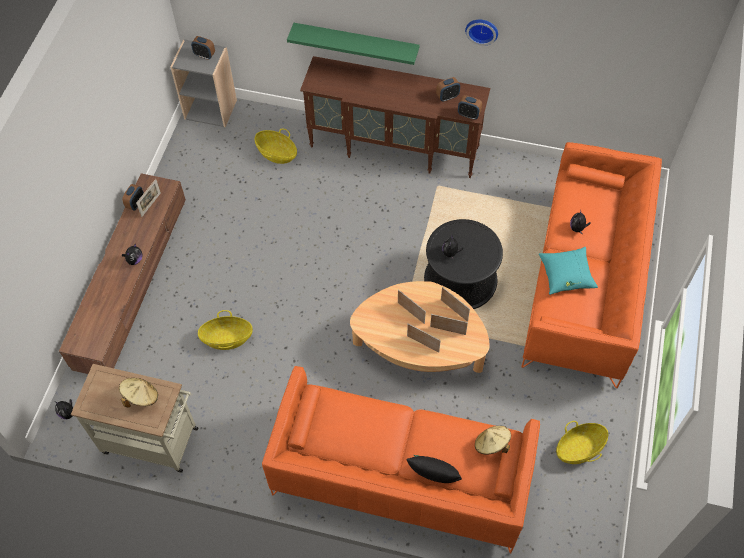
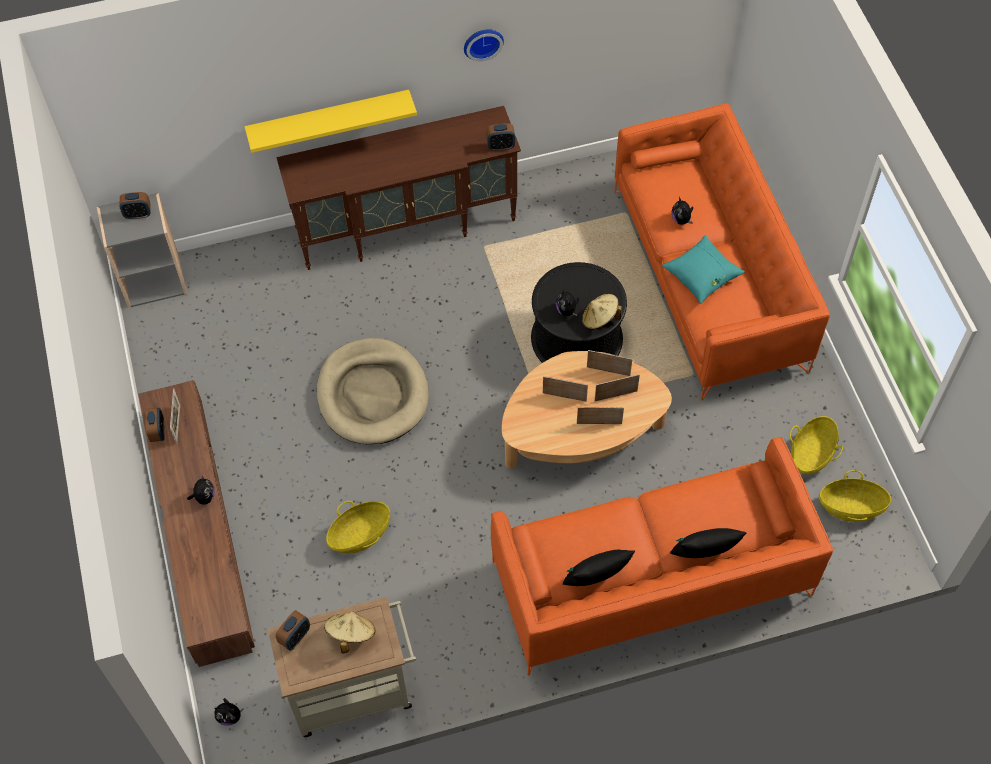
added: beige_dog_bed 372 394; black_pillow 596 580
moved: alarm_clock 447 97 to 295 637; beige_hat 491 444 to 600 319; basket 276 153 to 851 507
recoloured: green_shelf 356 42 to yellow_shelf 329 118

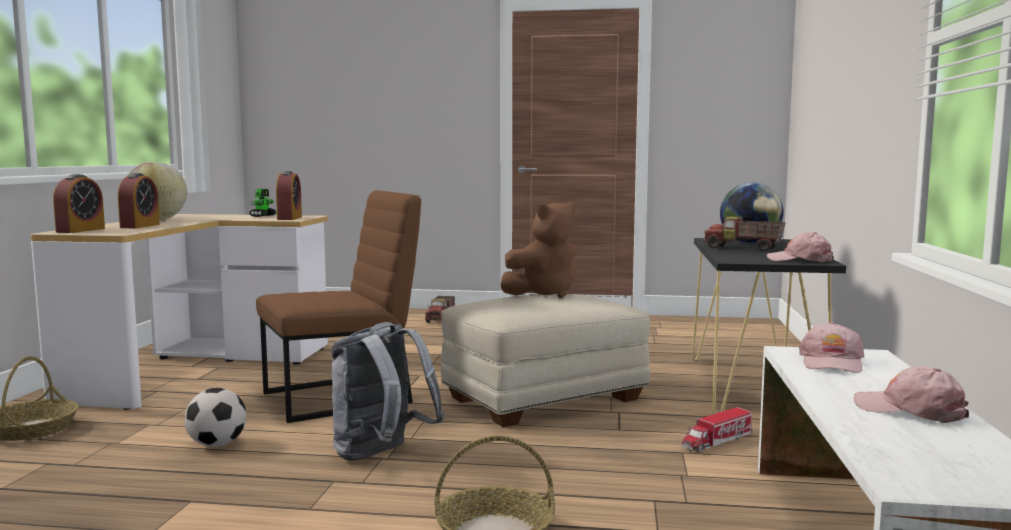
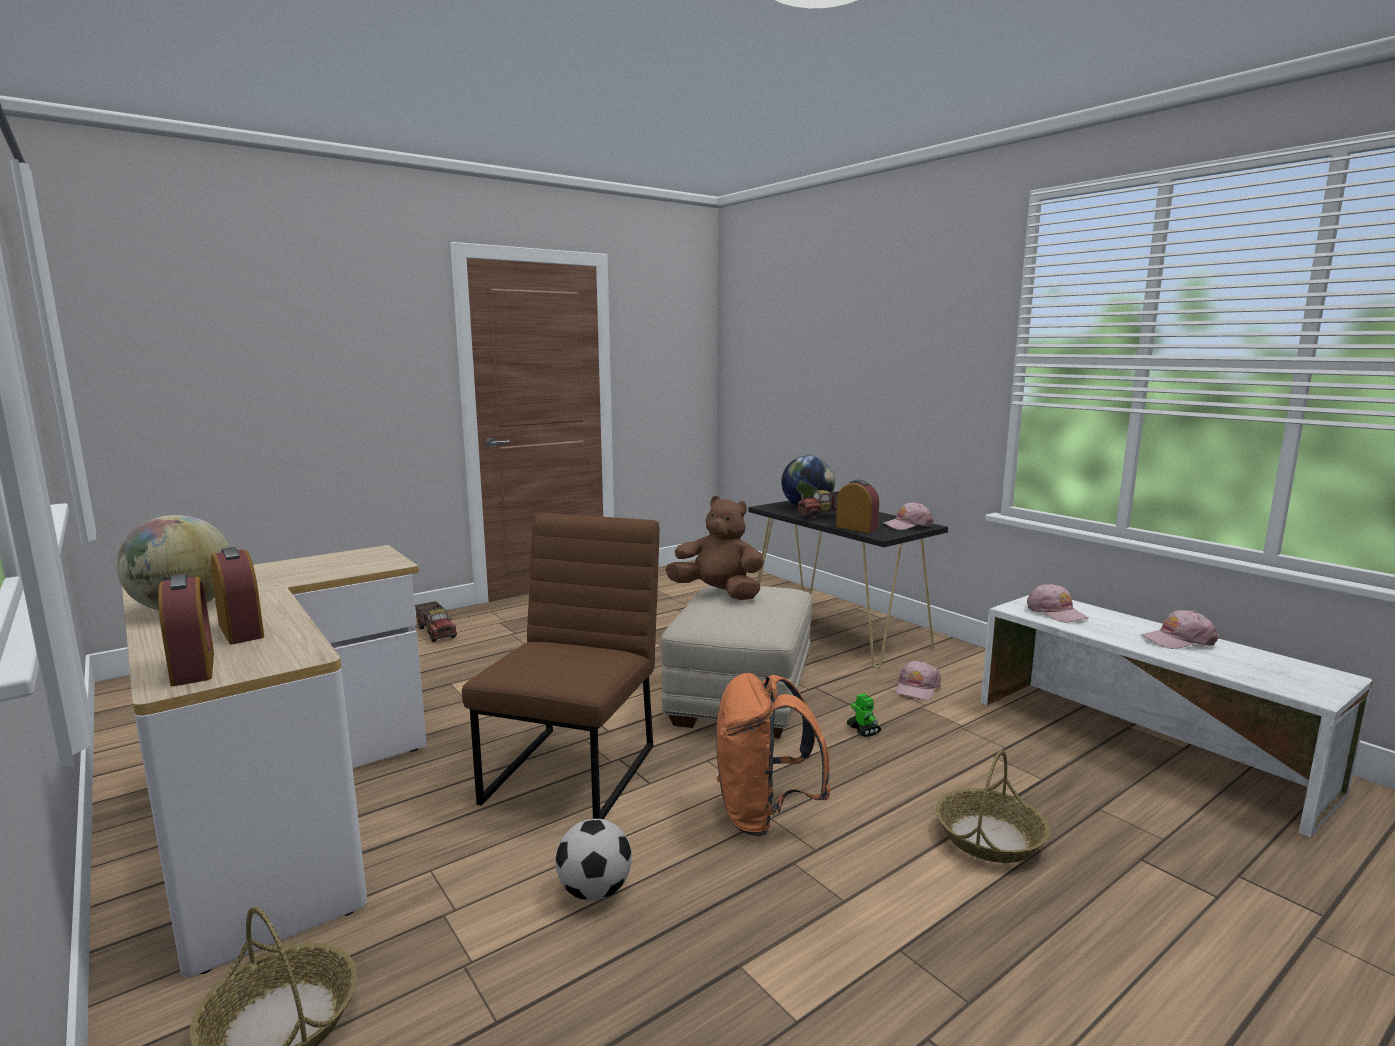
moved: alarm_clock 289 218 to 856 528; toy_robot 263 216 to 863 730
replaced: toy_truck 717 441 to pink_cap 917 688
recoloured: grey_backpack 381 455 to orange_backpack 764 815
turned: brown_plush_toy 543 294 = 718 593 75 degrees counterclockwise

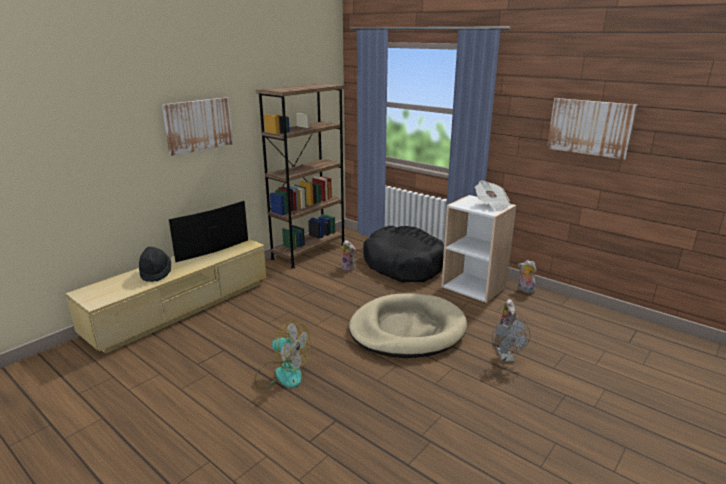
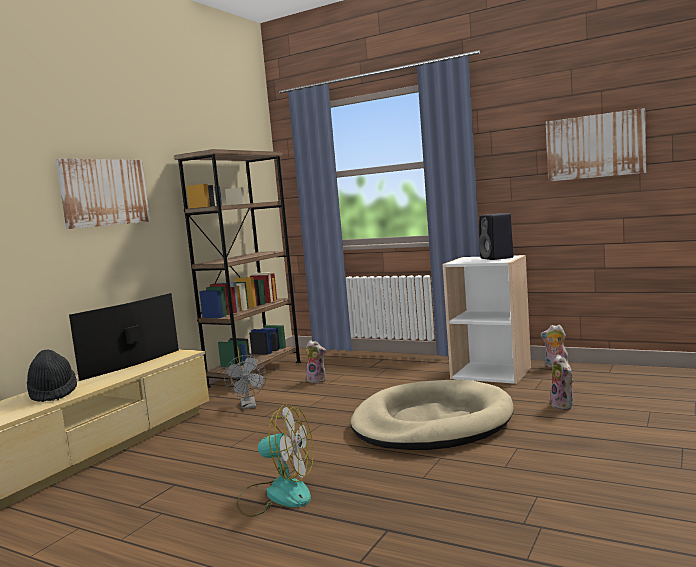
removed: black_dog_bed 403 264
moved: grey_fan 506 358 to 249 406
replaced: newspaper 492 205 to black_speaker 497 258

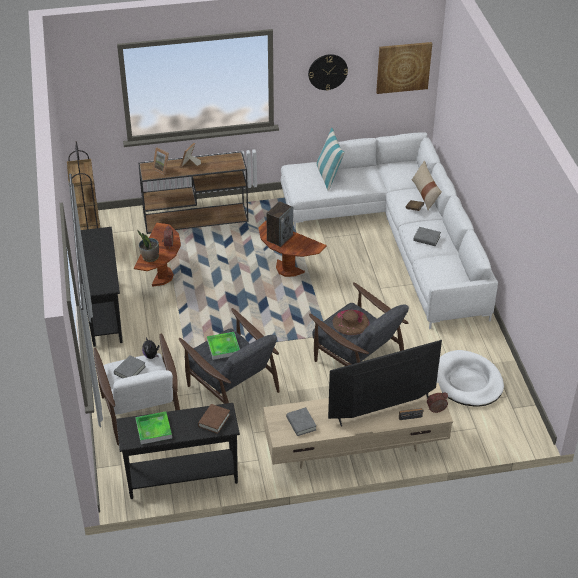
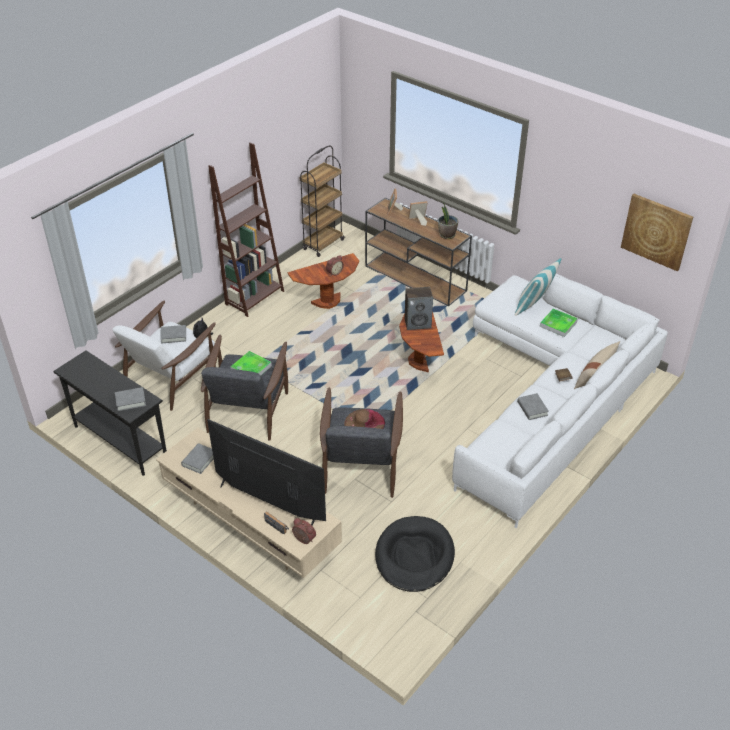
removed: wall_clock 327 72
moved: potted_plant 150 257 to 447 235; tray 153 429 to 558 324
replaced: black_console_table 103 312 to brown_bookcase 254 297
recoloured: brown_book 214 420 to grey_book 130 401; white_dog_bed 467 381 to black_dog_bed 414 556

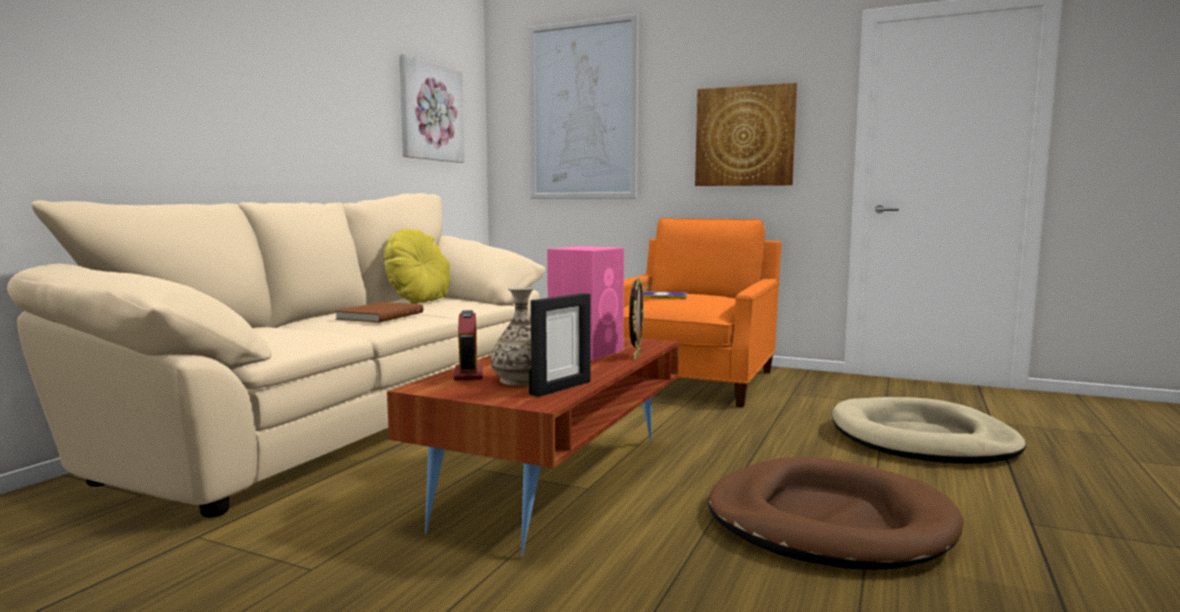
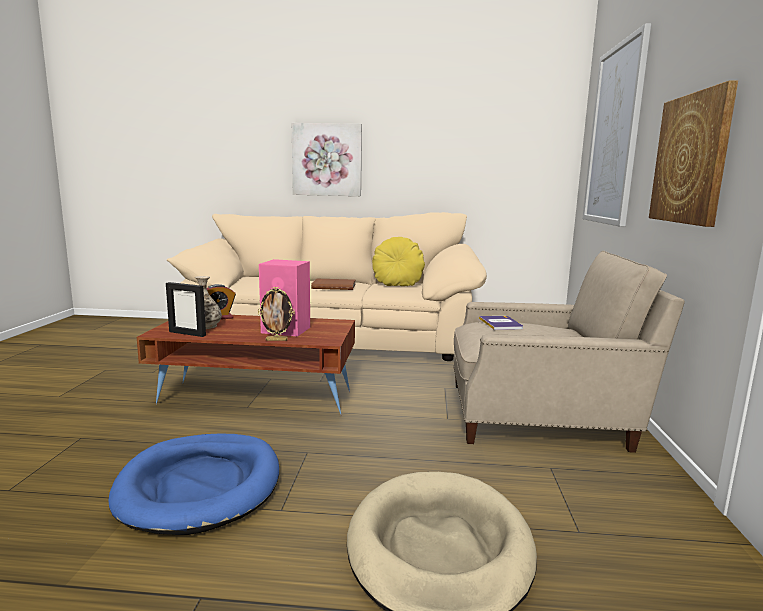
moved: picture 430 112 to 327 160
recoloured: brown_dog_bed 828 522 to blue_dog_bed 200 486; orange_armchair 691 379 to beige_armchair 540 415

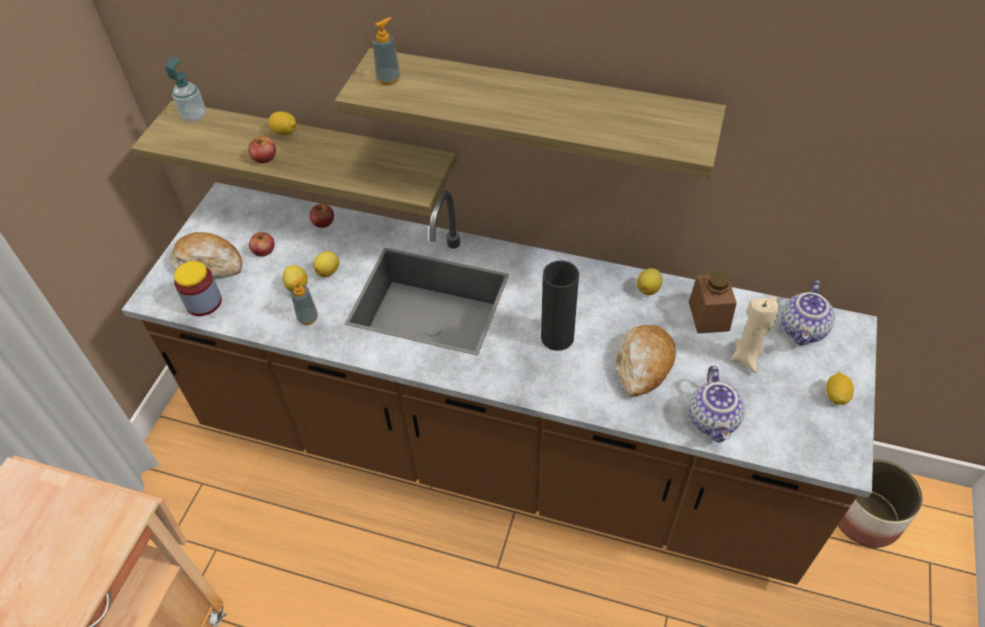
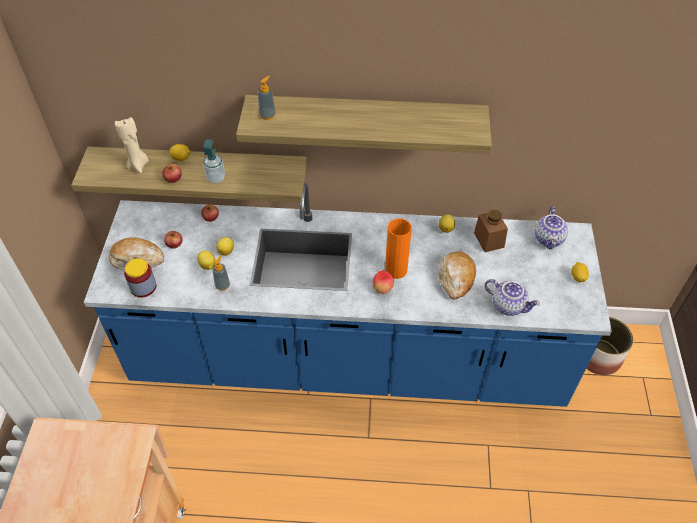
added: apple 382 289
moved: beige_candle 747 357 to 138 165; soap_dispenser 194 116 to 216 178
recoloured: brown_counter 498 451 to blue_counter 348 359; black_vase 557 337 to orange_vase 396 270
turned: teapot 714 420 = 508 305 45 degrees counterclockwise

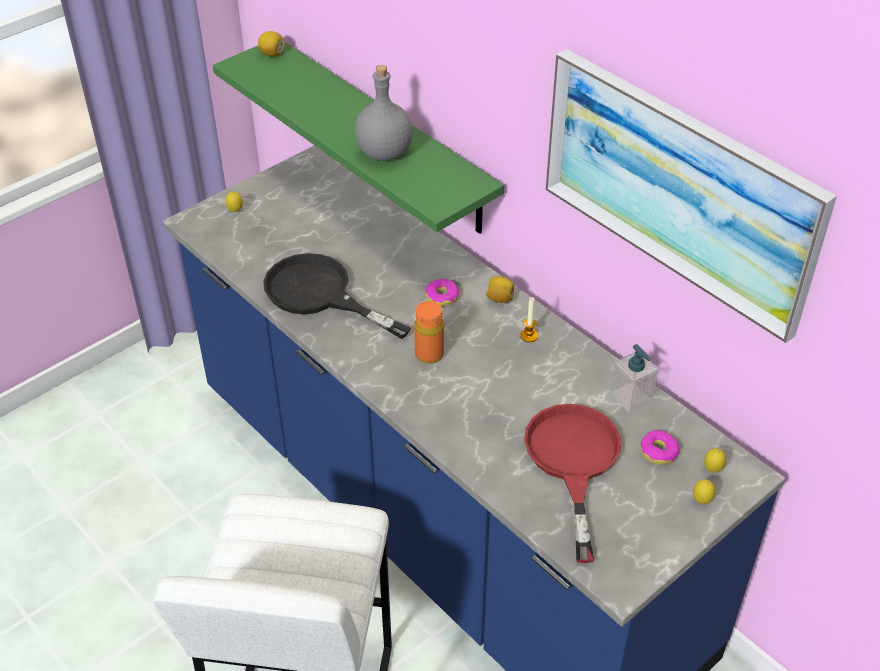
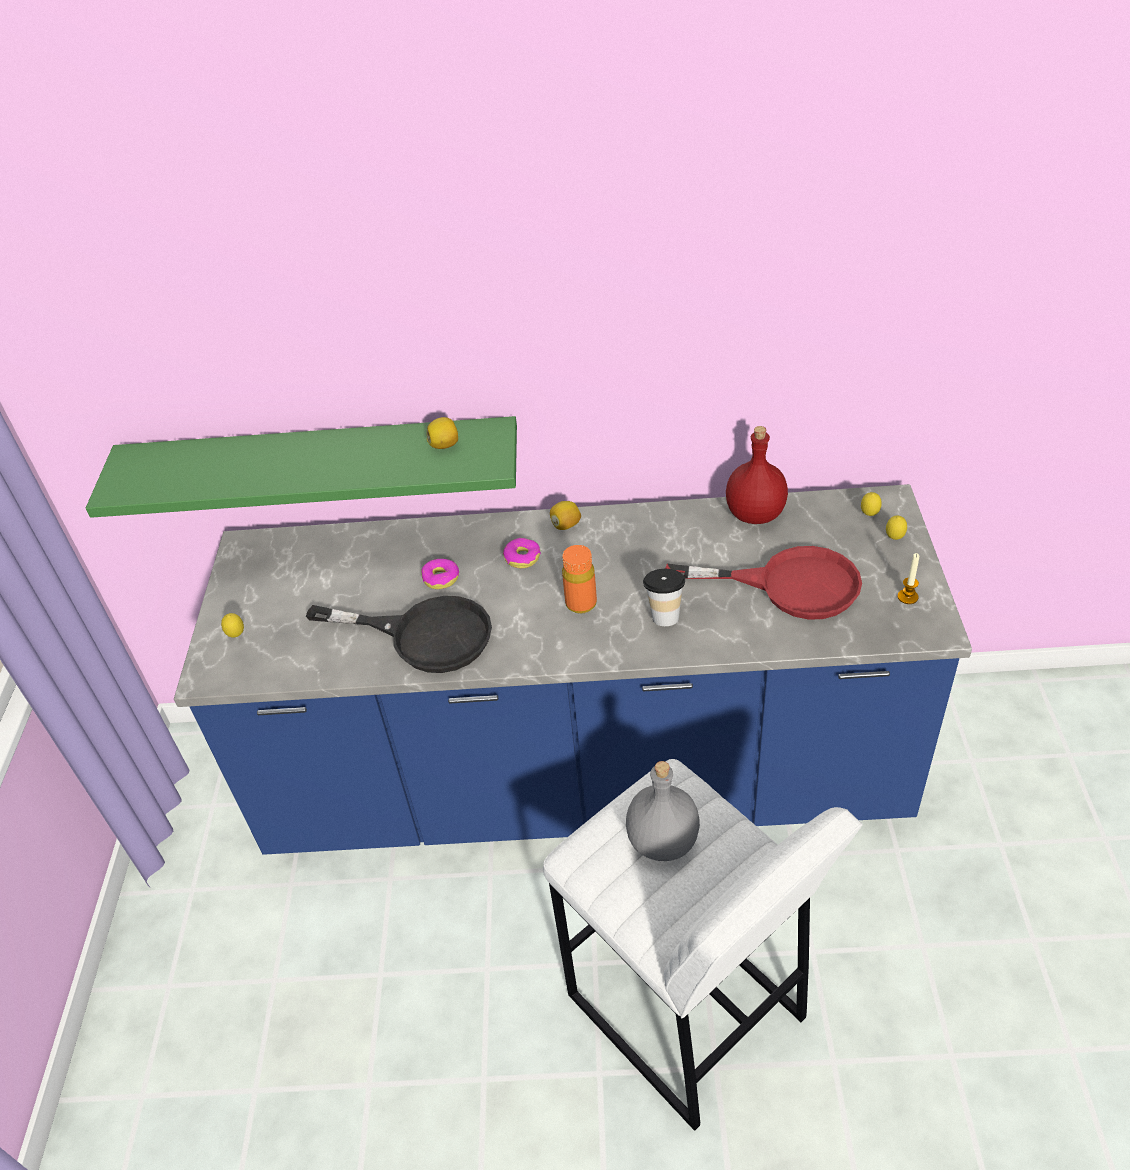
removed: picture 678 189
added: cup 664 614
moved: donut 658 452 to 441 578; lemon 272 54 to 445 445; grey_bottle 384 153 to 664 842; candle 529 336 to 907 597
replaced: soap_dispenser 631 397 to red_bottle 754 514
turned: black_frying_pan 320 295 = 424 635 150 degrees counterclockwise; red_frying_pan 573 462 = 789 585 150 degrees clockwise

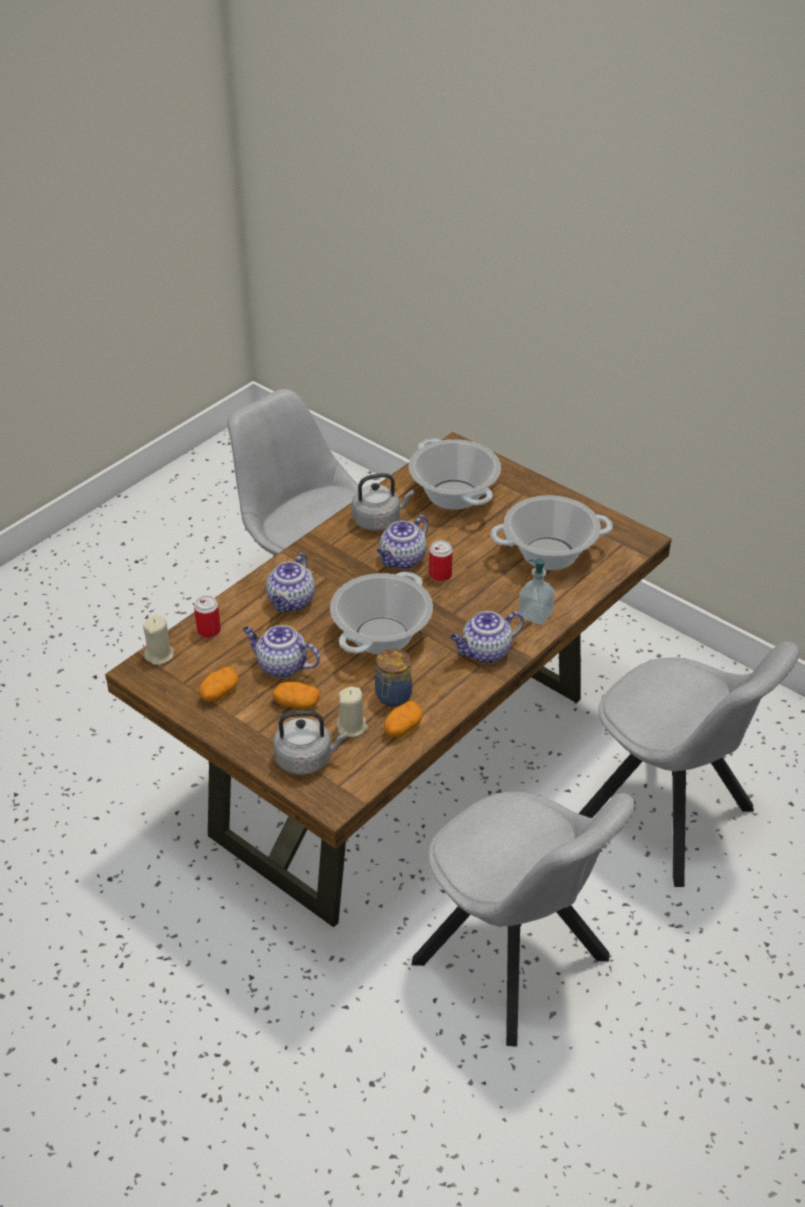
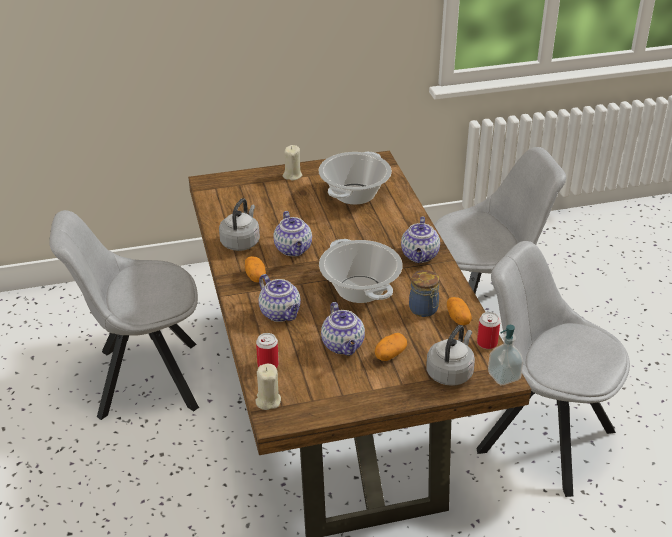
removed: cooking_pot 453 495
moved: potato 219 693 to 255 276; beige_candle 352 727 to 292 175; can 440 575 to 487 343; soap_dispenser 535 615 to 503 376
turned: teapot 281 666 = 343 346 75 degrees counterclockwise; grey_chair 515 963 = 542 439 135 degrees counterclockwise

